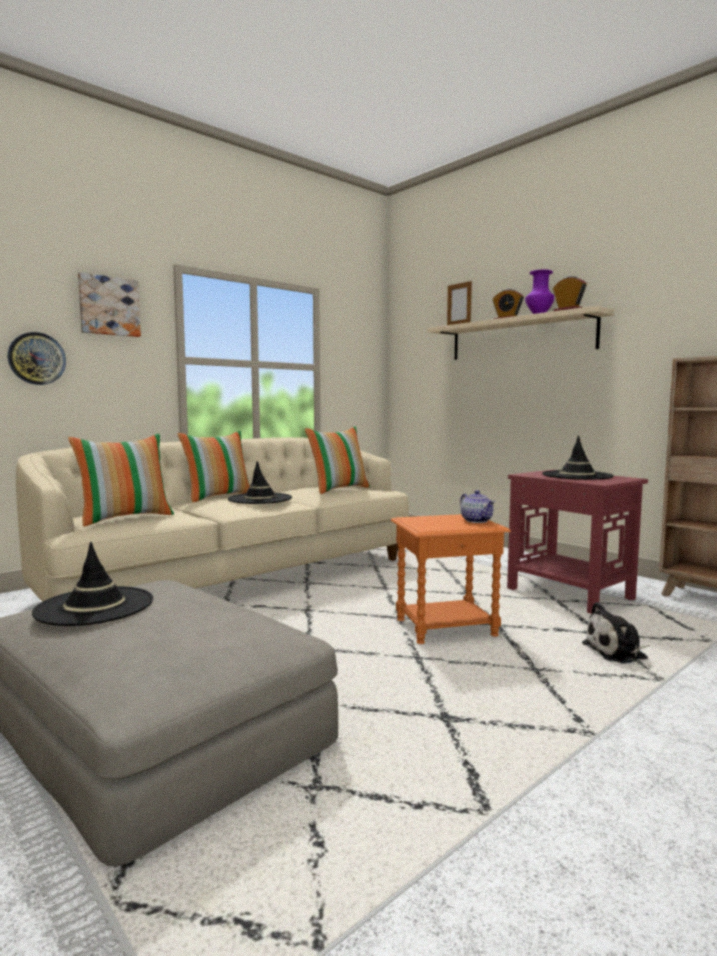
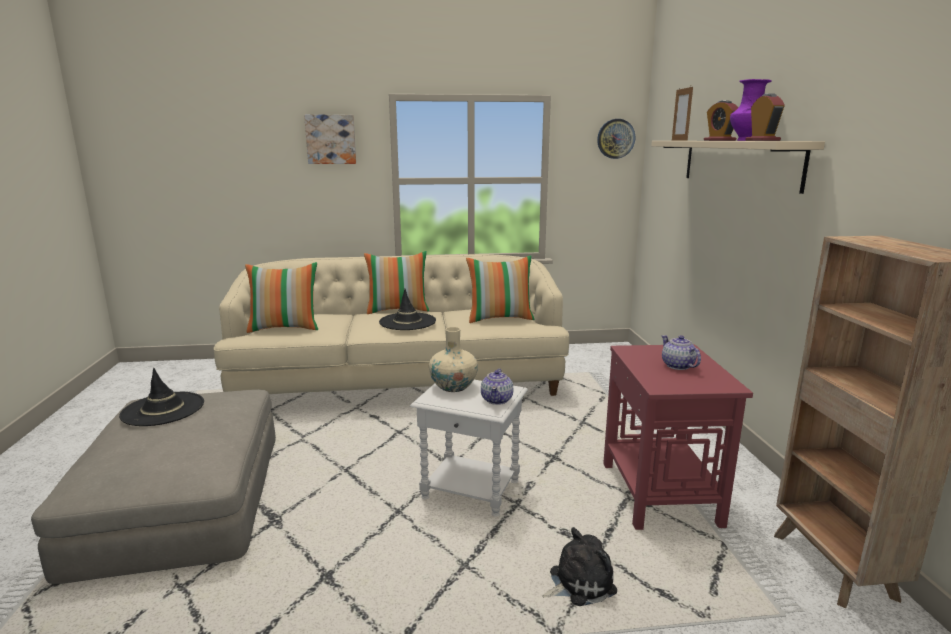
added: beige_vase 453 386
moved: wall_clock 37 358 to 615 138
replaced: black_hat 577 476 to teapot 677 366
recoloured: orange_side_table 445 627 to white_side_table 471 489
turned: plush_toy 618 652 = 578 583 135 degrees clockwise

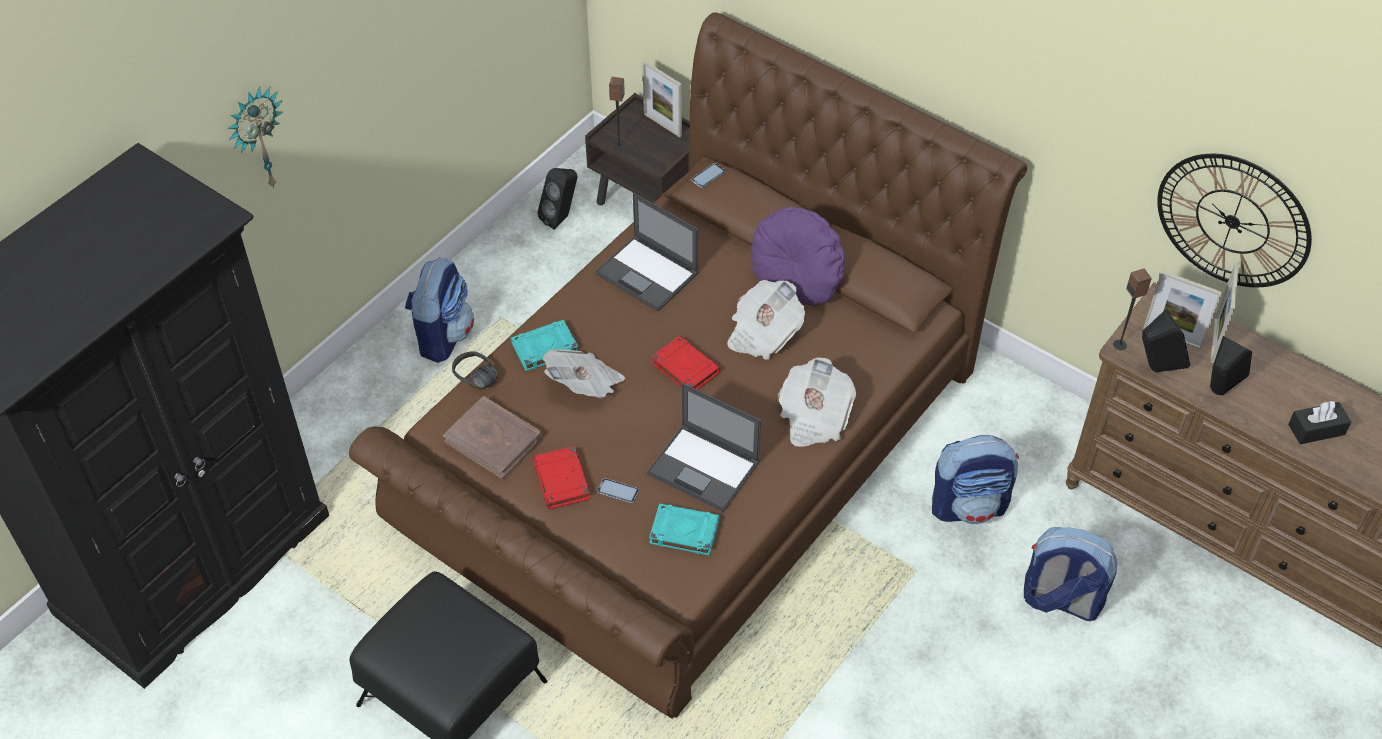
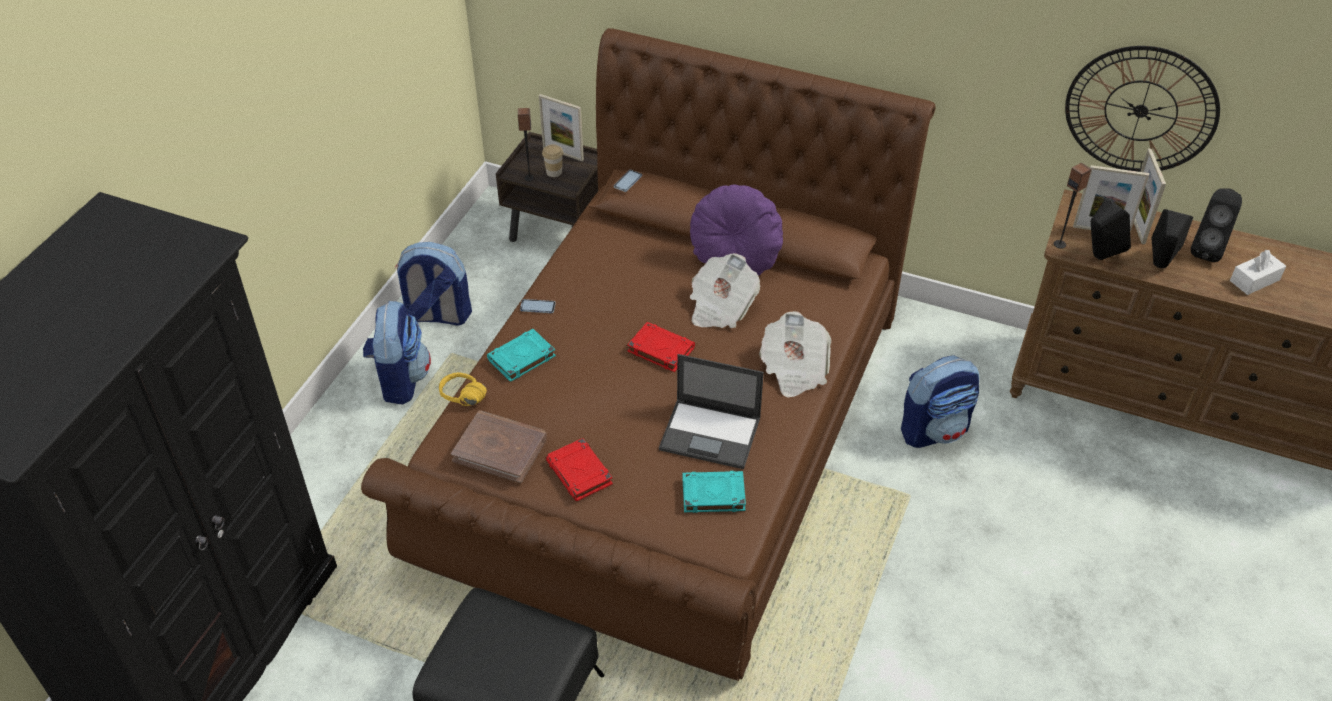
removed: wall_clock 257 139; newspaper 585 385; laptop 648 274
added: cup 554 172
moved: backpack 1060 600 to 437 315; phone 618 491 to 537 307; black_speaker 561 218 to 1207 249
recoloured: black_headphones 471 381 to yellow_headphones 460 401; black_tissue_box 1316 429 to white_tissue_box 1254 280

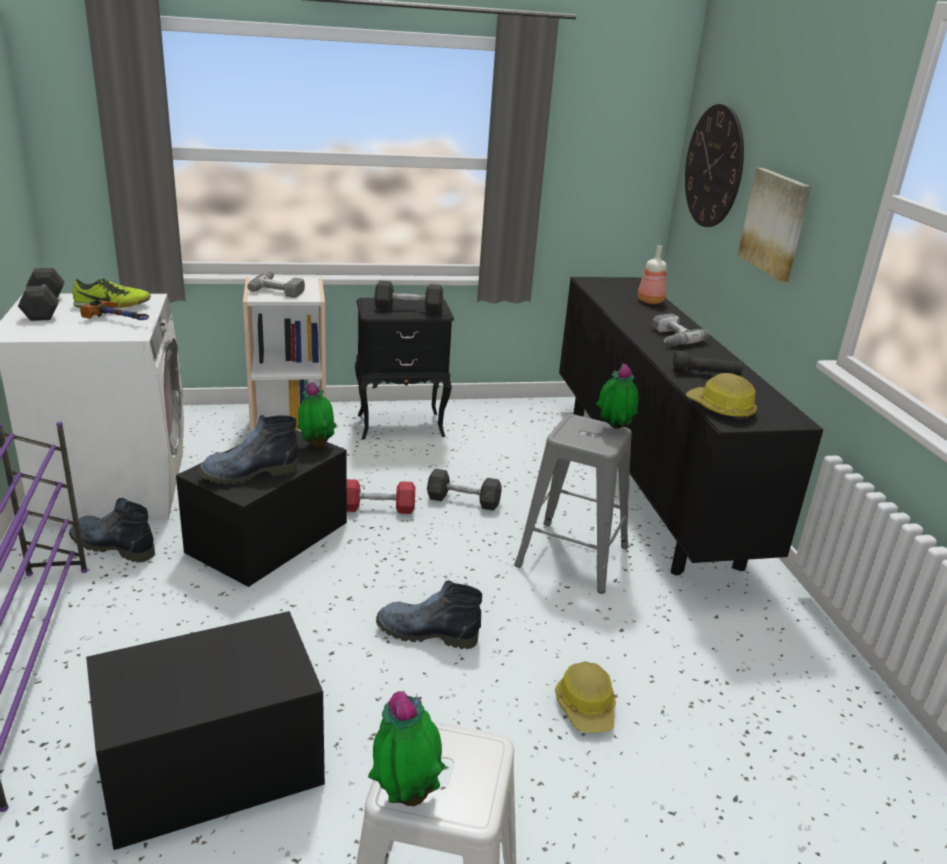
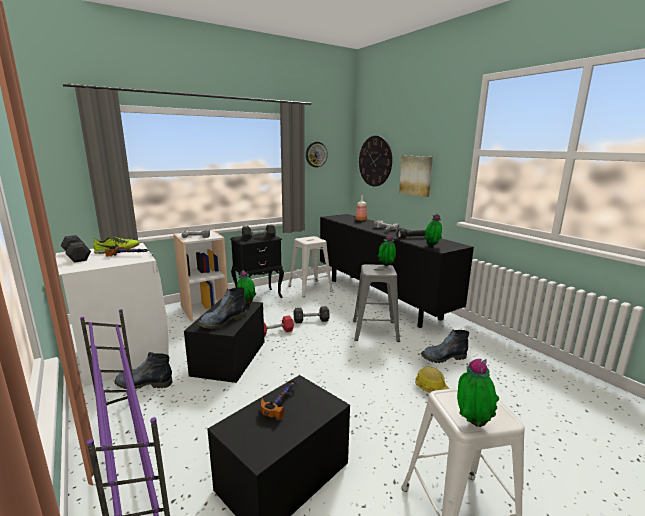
added: hammer 281 402; white_stool 310 288; wall_clock 316 154
moved: boot 425 633 to 443 358
replaced: hard_hat 720 409 to potted_plant 432 246

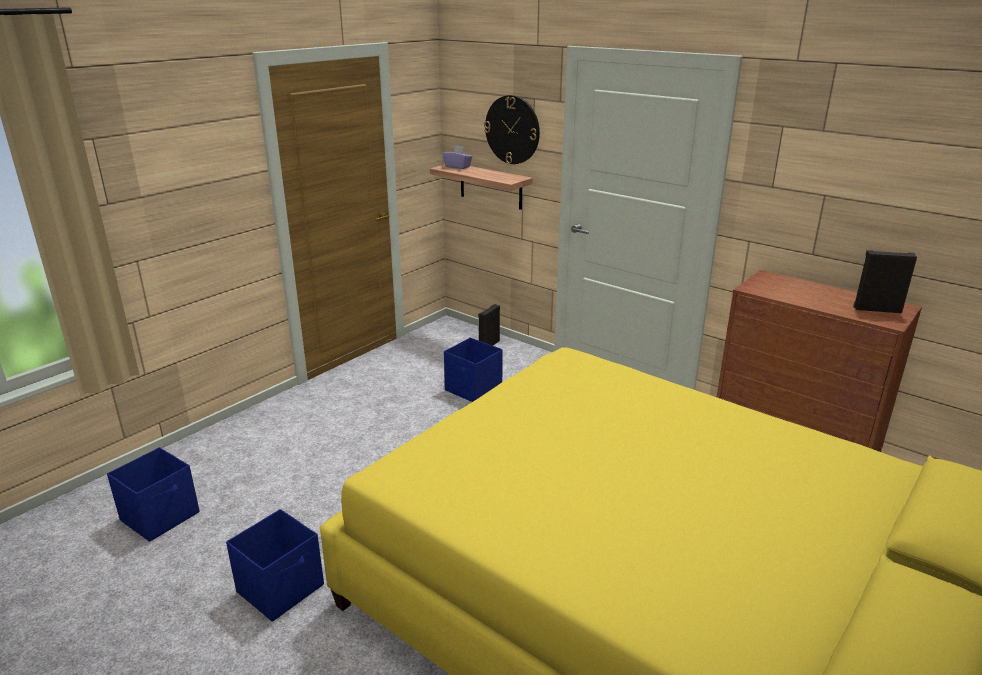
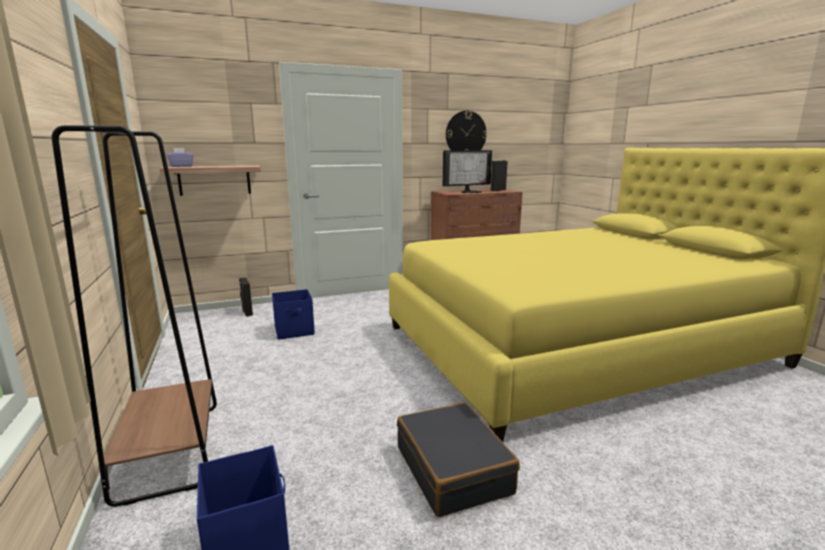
added: clothes_rack 170 451; monitor 470 192
moved: wall_clock 512 130 to 465 134
replaced: blue_storage_box 282 588 to black_suitcase 453 469

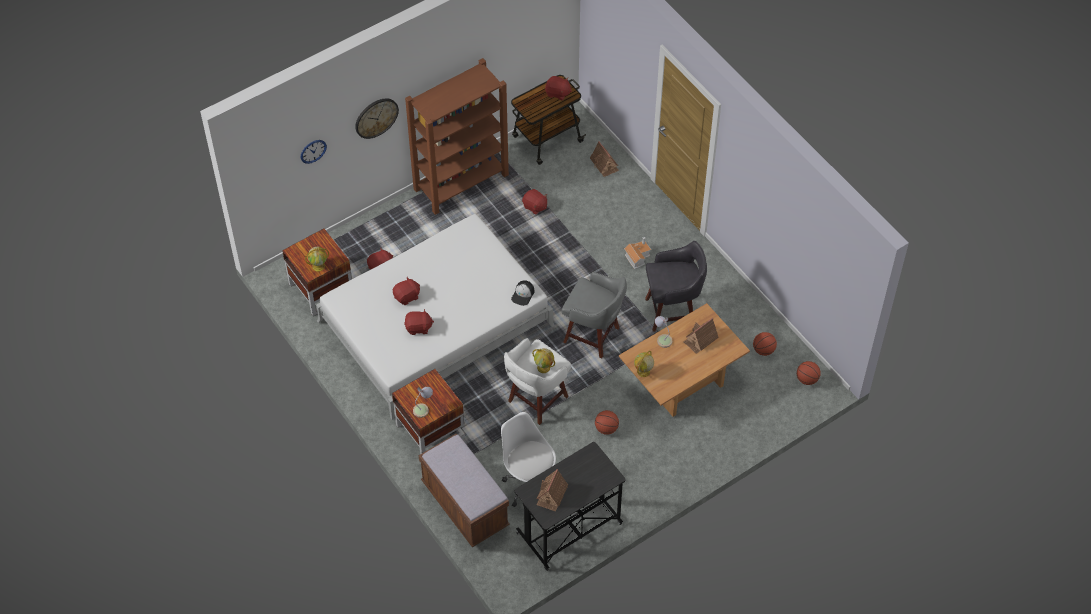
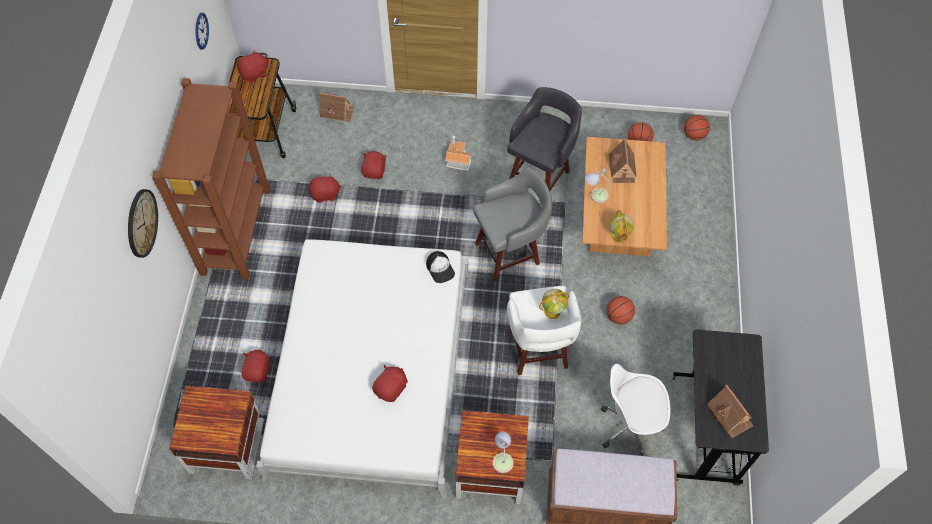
removed: globe 319 266
moved: wall_clock 313 151 to 201 31; red_plush_toy 407 296 to 374 171

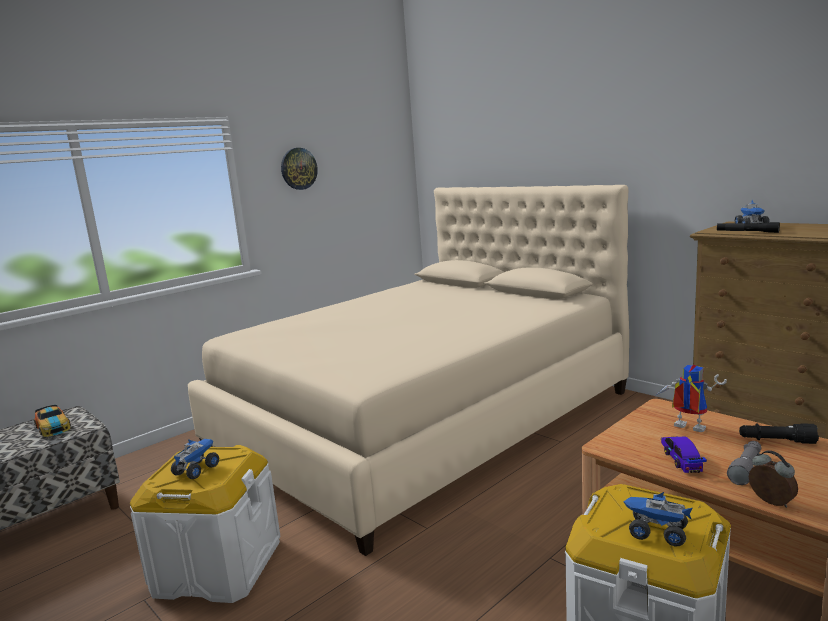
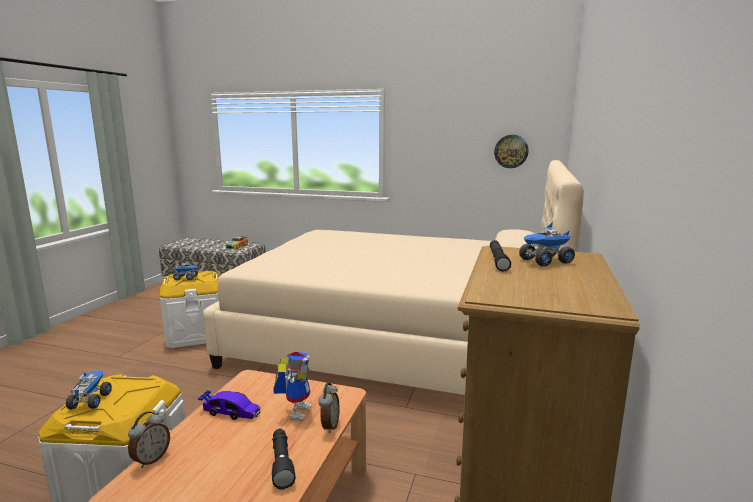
removed: grey_flashlight 746 469
added: alarm_clock 329 426
moved: wall_clock 298 168 to 511 151
turned: toy_car 681 459 = 231 412 45 degrees clockwise

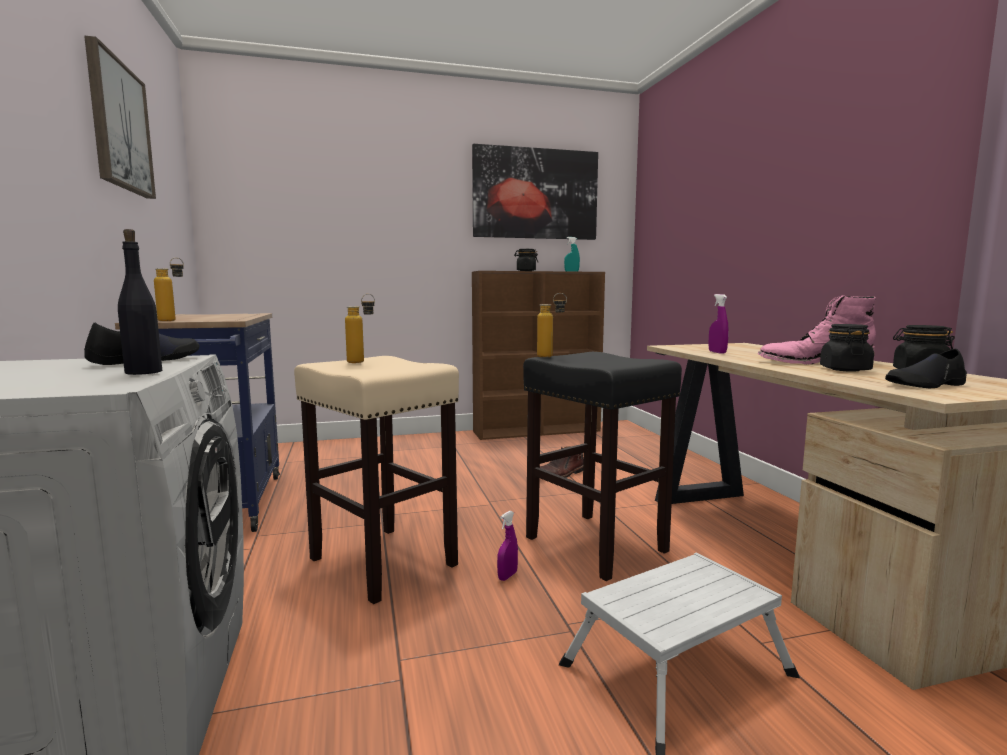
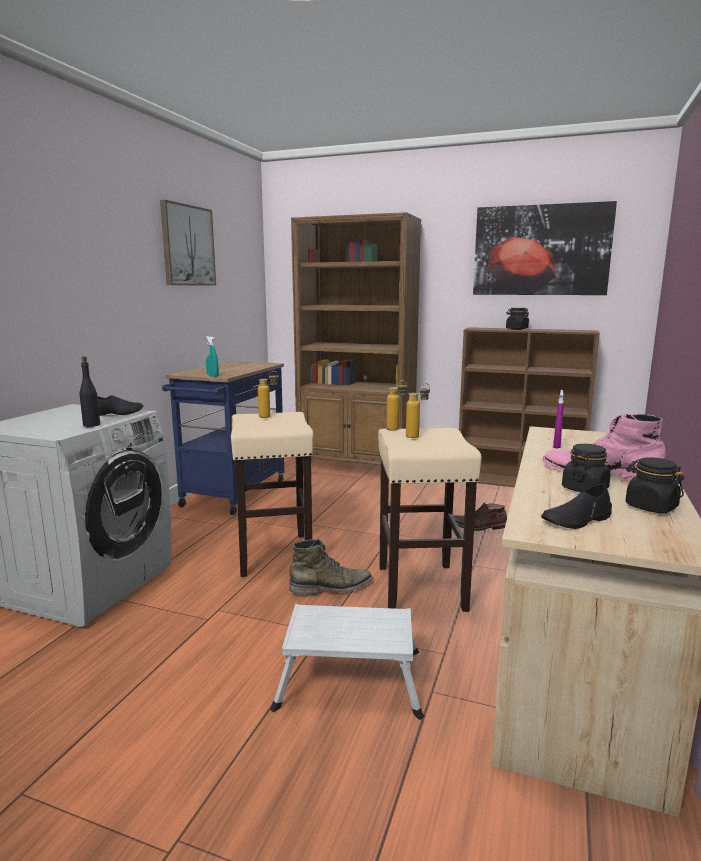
added: brown_bookcase 357 468
moved: turquoise_spray_bottle 571 272 to 212 376; bottle 173 320 to 417 436
replaced: purple_spray_bottle 507 576 to green_boot 331 587
recoloured: black_stool 594 544 to beige_stool 420 587
turned: black_shoe 926 385 = 576 520 45 degrees counterclockwise

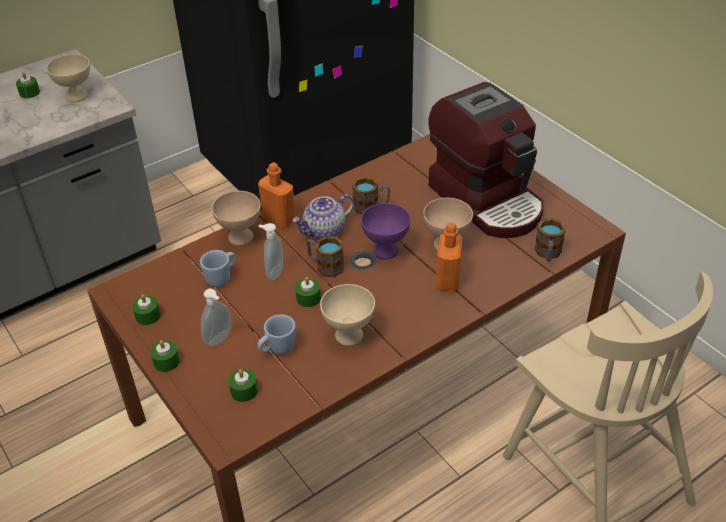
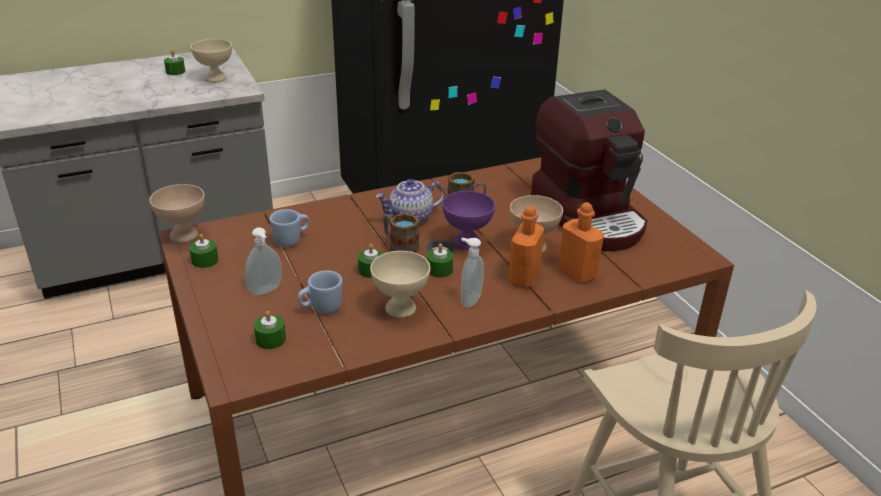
removed: mug 548 254
moved: beige_bowl 241 238 to 184 236; green_candle 166 361 to 439 270; soap_dispenser 274 272 to 469 300; orange_bottle 279 218 to 577 273

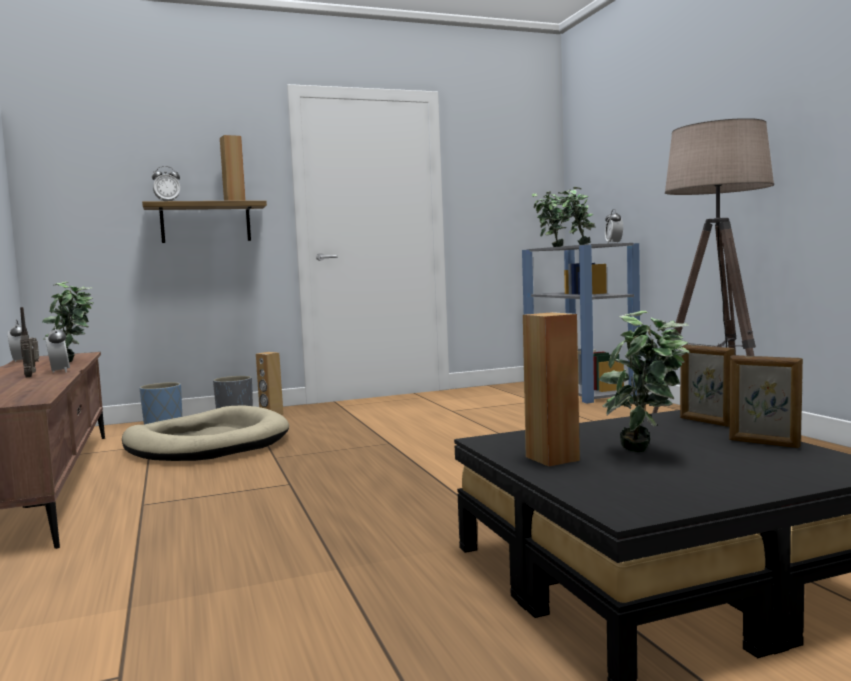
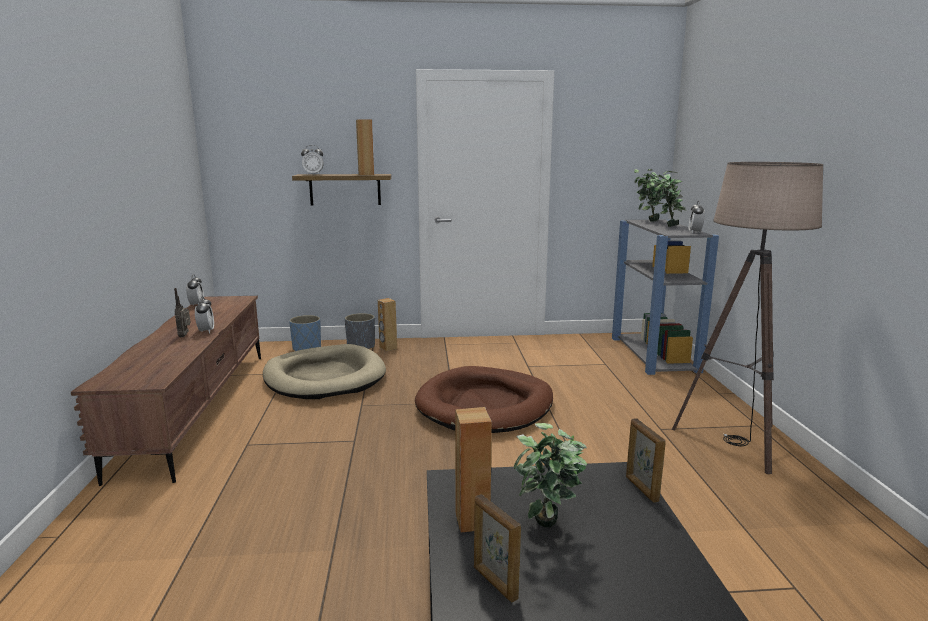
removed: potted_plant 73 362
added: brown_dog_bed 485 405
moved: picture_frame 764 443 to 494 583

